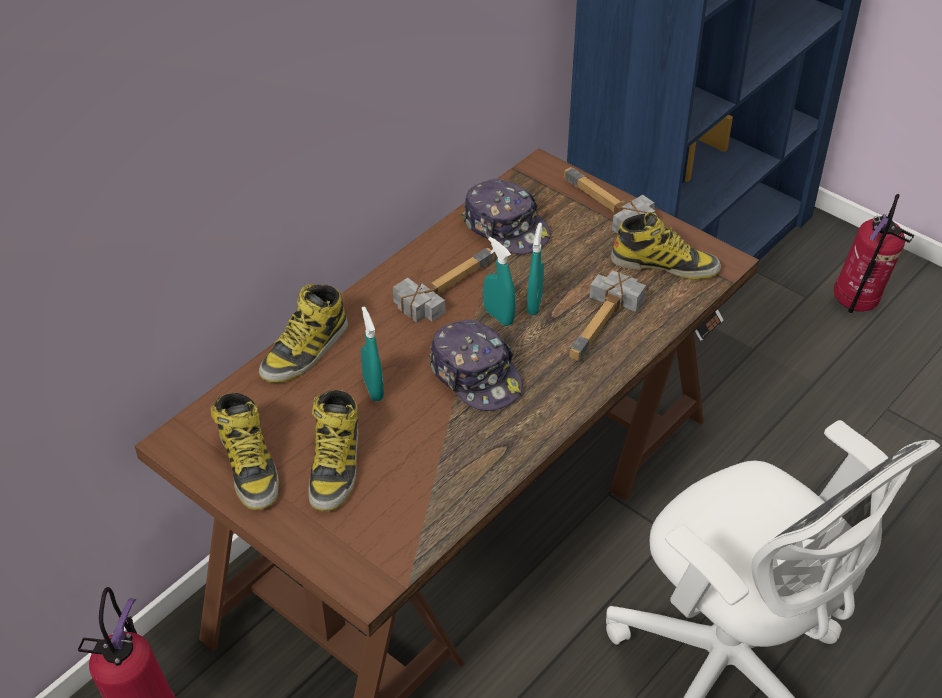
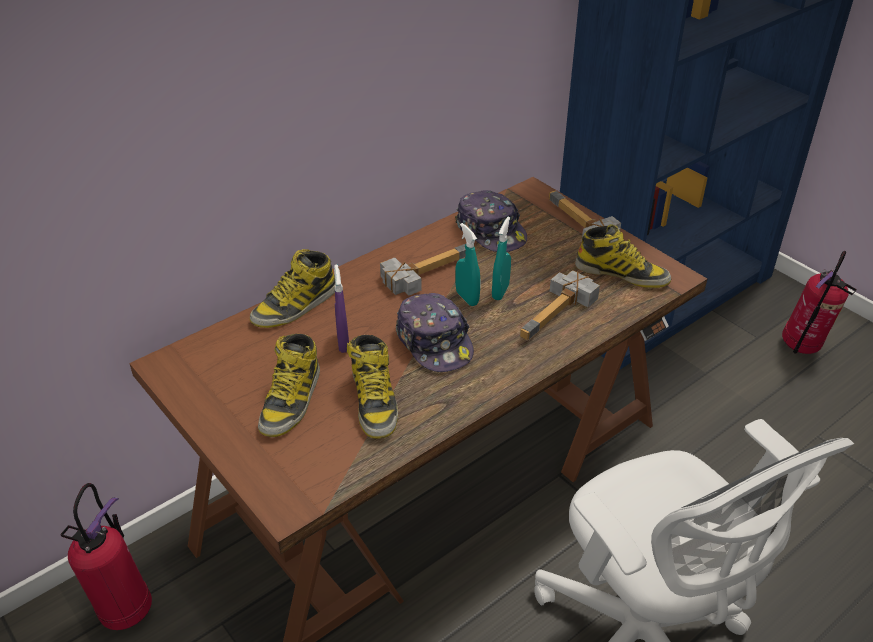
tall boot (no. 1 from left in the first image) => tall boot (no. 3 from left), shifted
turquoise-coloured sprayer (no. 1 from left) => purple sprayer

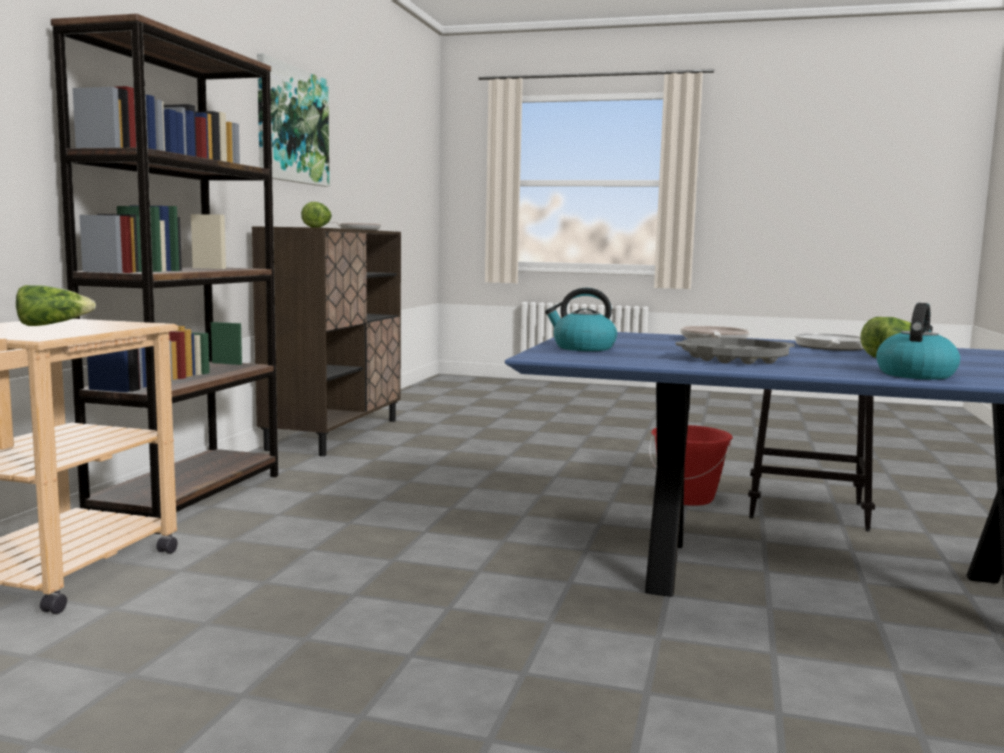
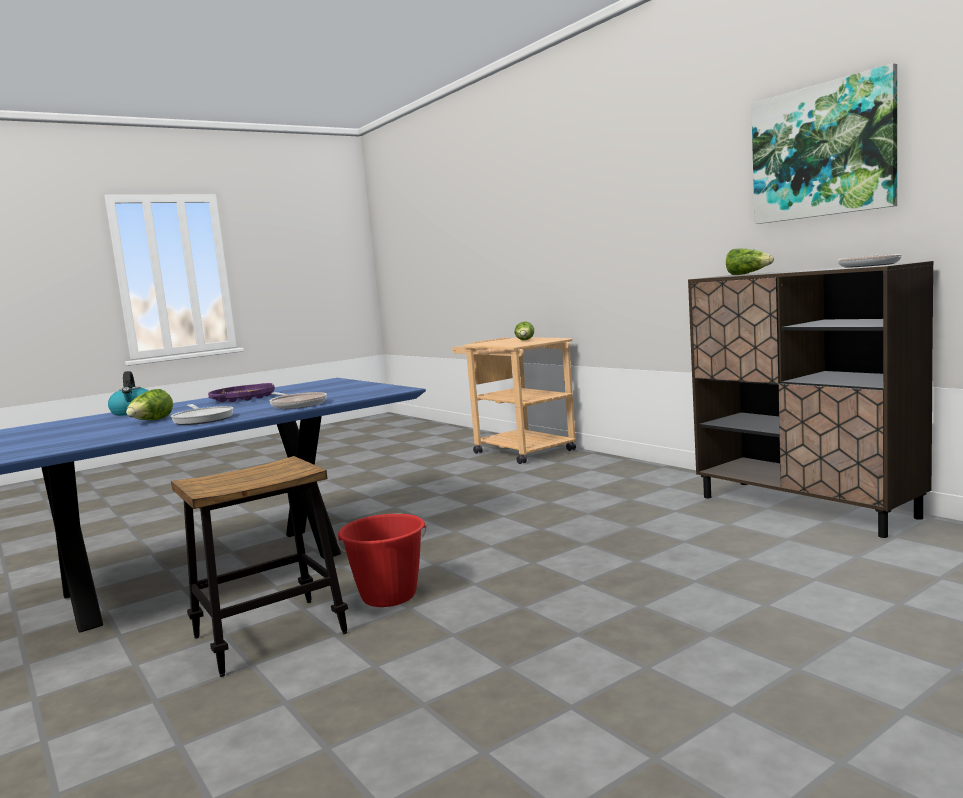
brown bookcase => nothing
water kettle (no. 1 from left) => nothing
grey carrying tray => purple carrying tray

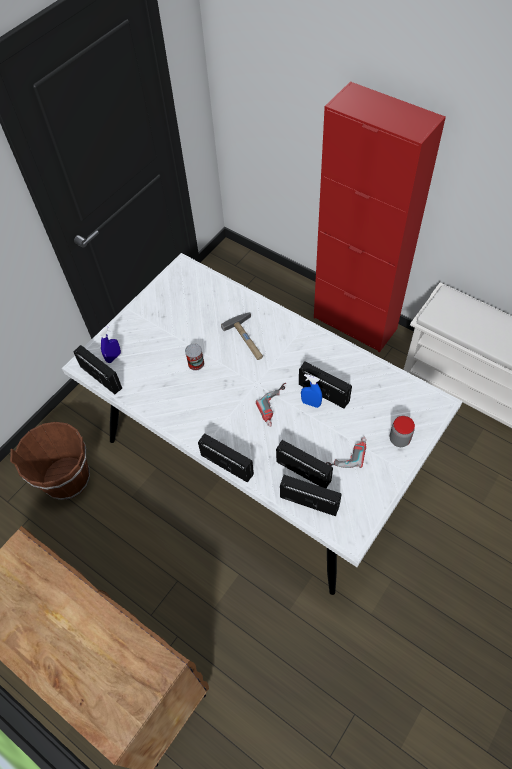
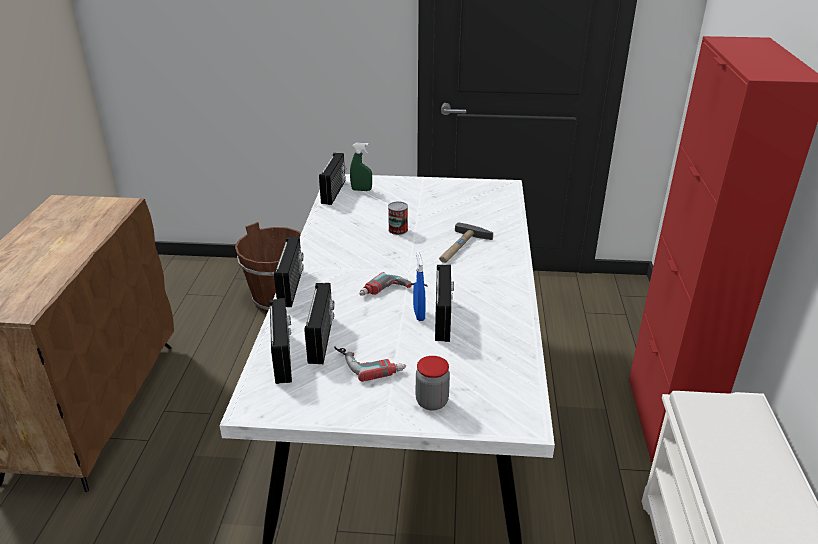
blue sprayer (no. 1 from left) => greenish sprayer

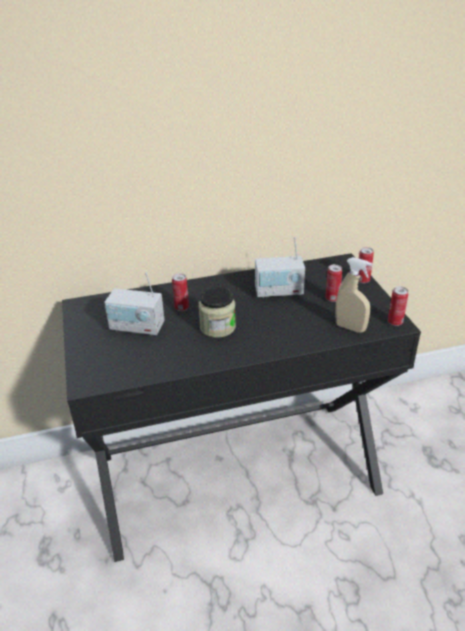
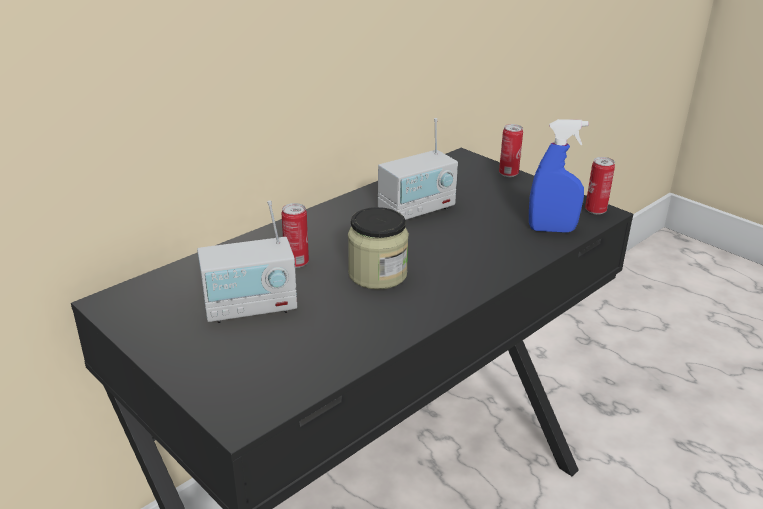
metal can (no. 2 from left) => nothing
beige-coloured sprayer => blue sprayer

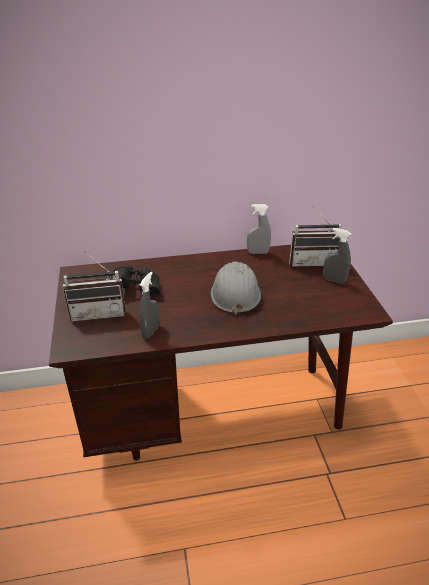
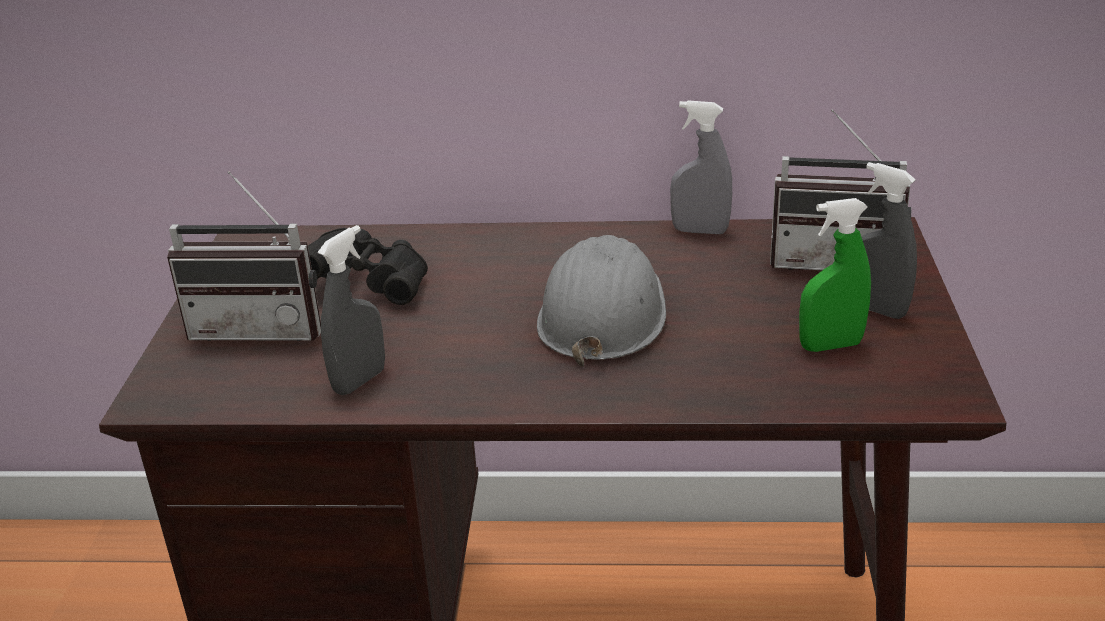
nothing => greenish sprayer

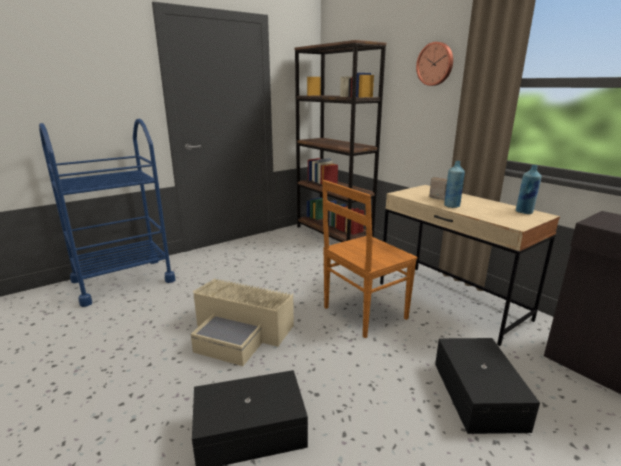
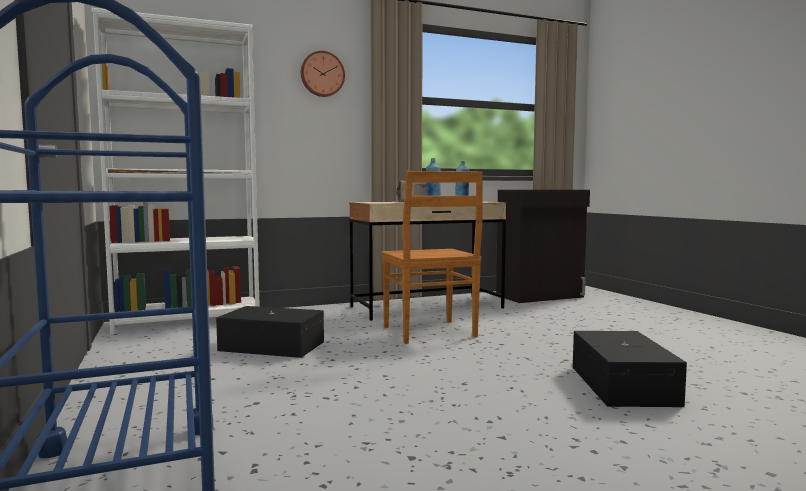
beige-coloured storage box => nothing
brown bookcase => white bookcase
black storage box (no. 2 from left in the first image) => black storage box (no. 1 from left), shifted

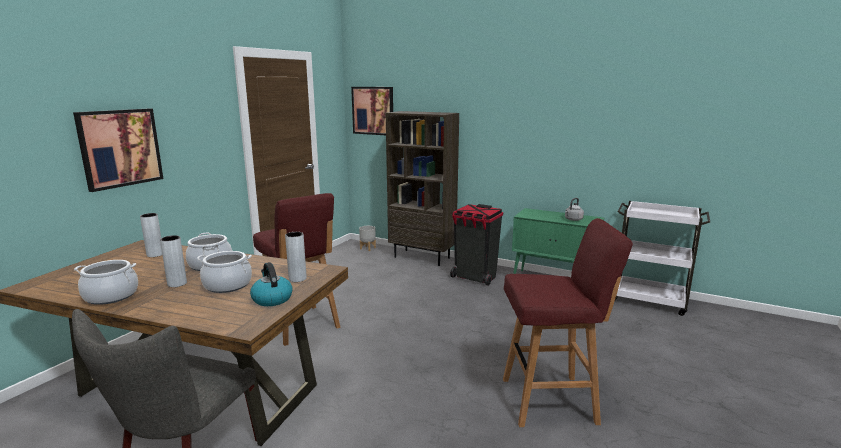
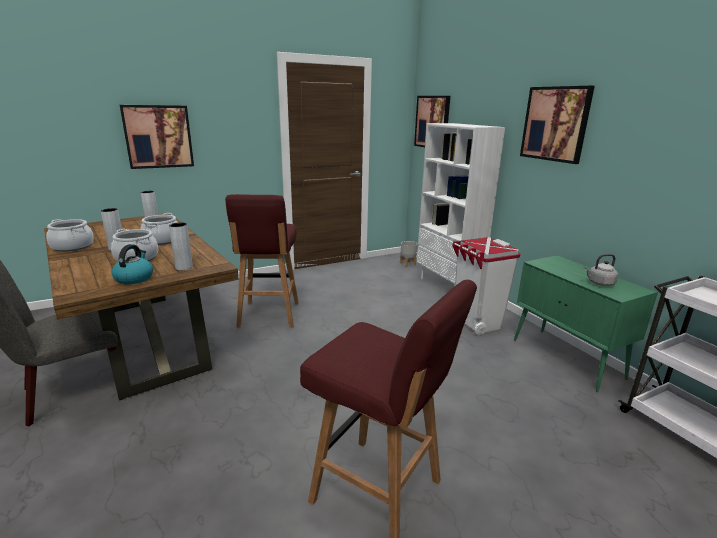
brown bookcase => white bookcase
black waste bin => white waste bin
nothing => picture (no. 3 from left)

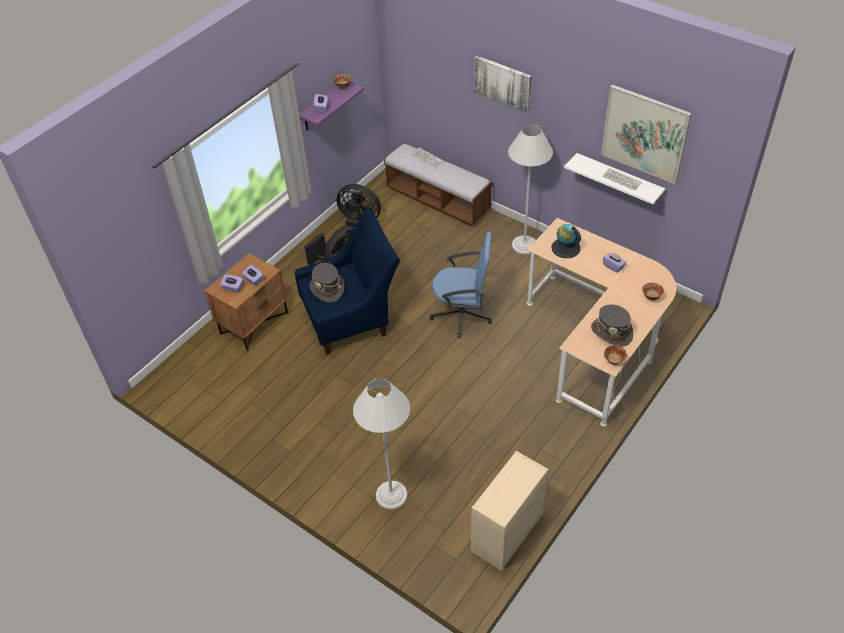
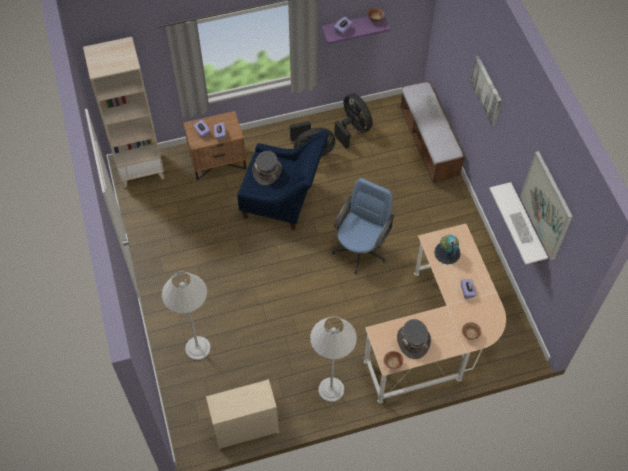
blue computer chair, 105 degrees counterclockwise
white floor lamp (no. 2 from left), shifted
nothing => beige-coloured bookcase

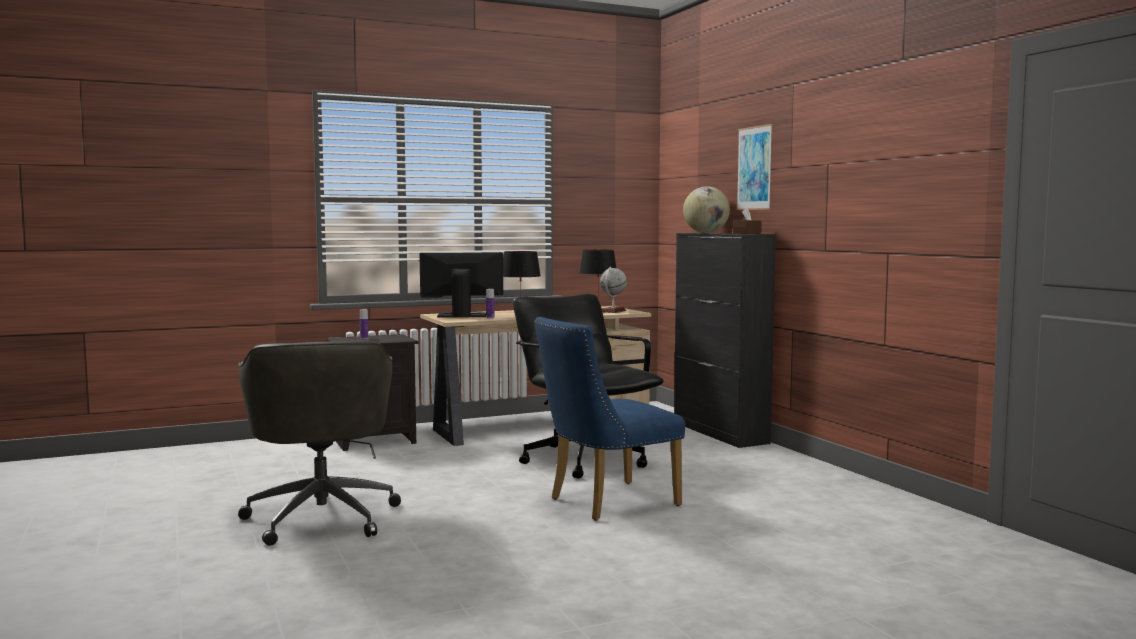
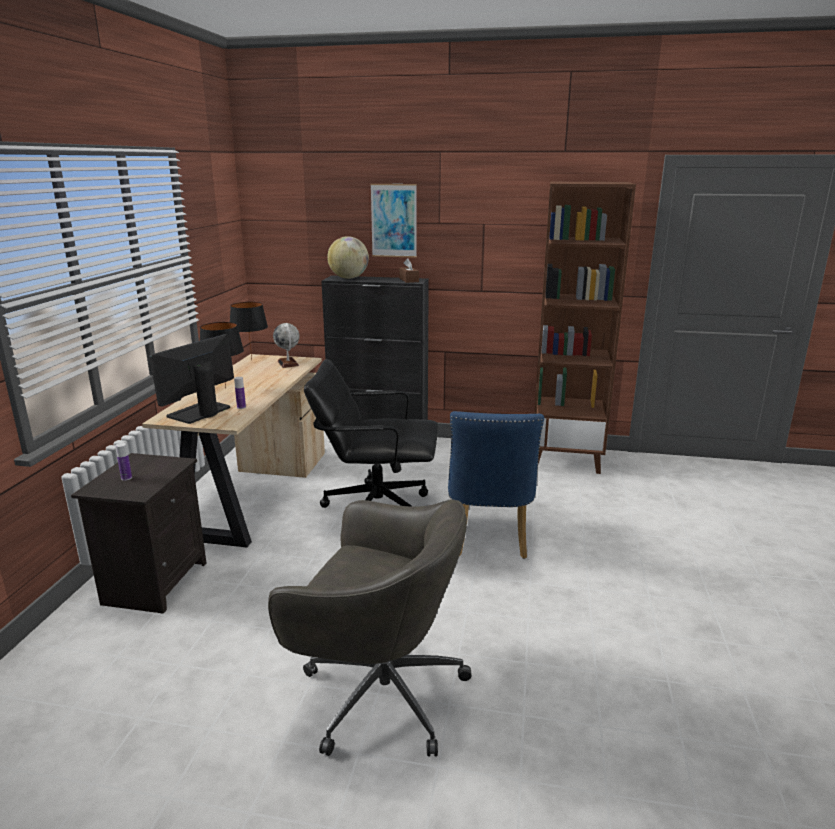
nothing => brown bookcase

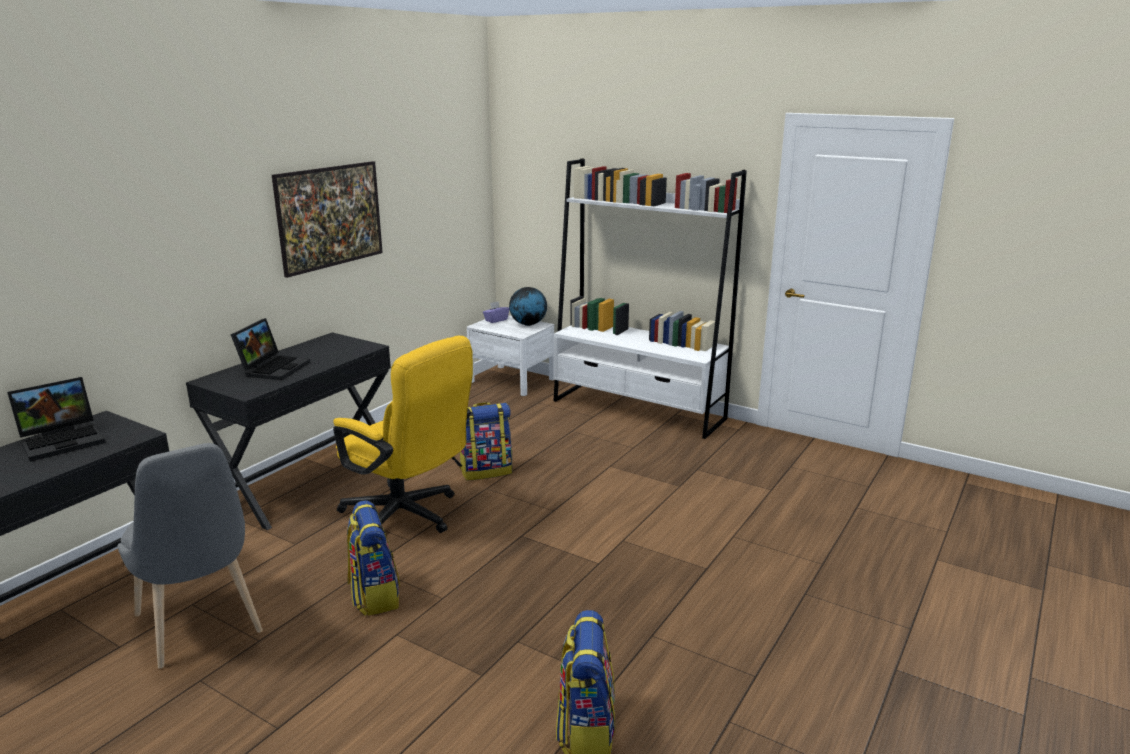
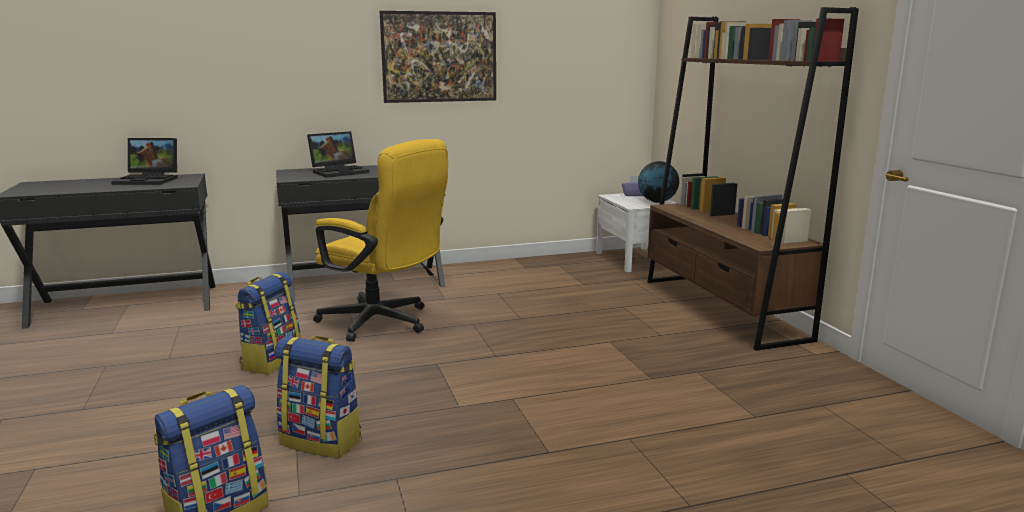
grey chair => nothing
yellowish computer chair, 45 degrees counterclockwise
knapsack (no. 2 from left in the first image) => knapsack (no. 3 from left), shifted
white bookcase => brown bookcase

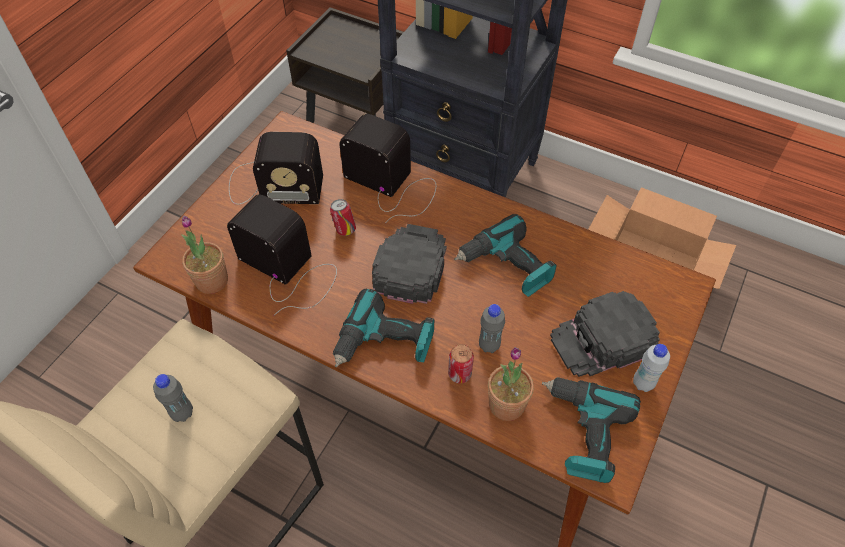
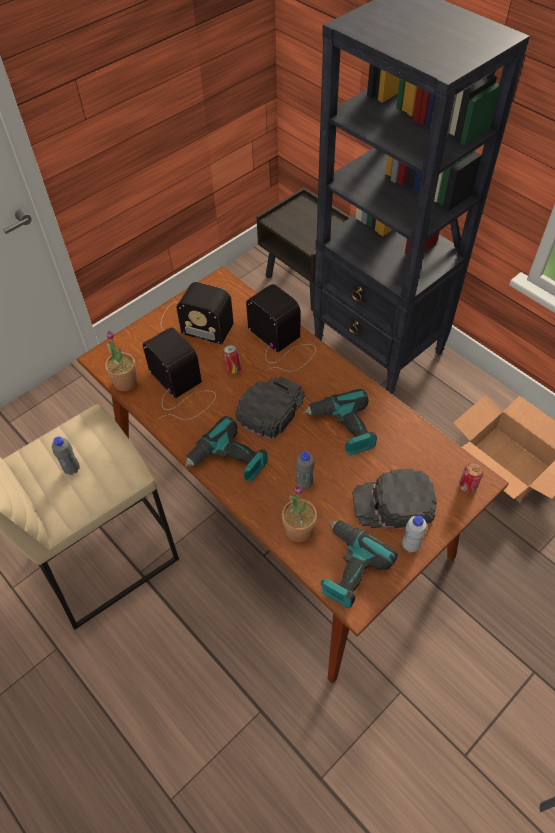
metal can (no. 2 from left), shifted

